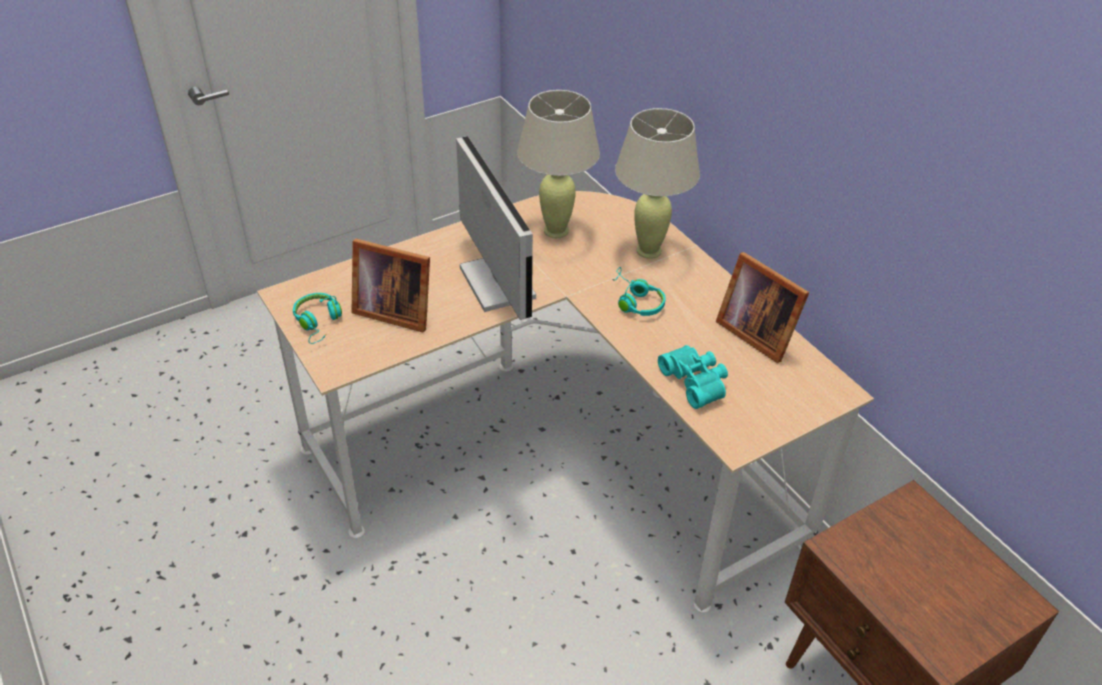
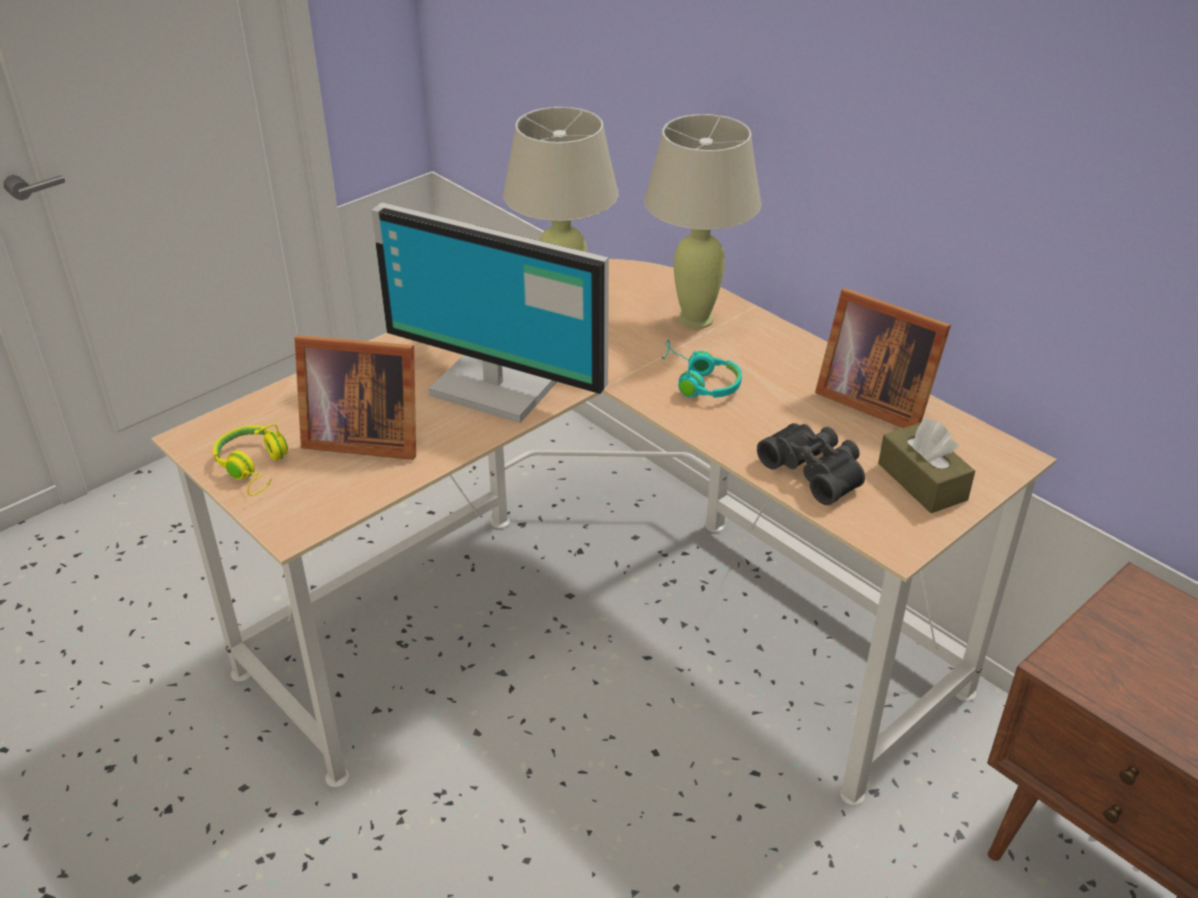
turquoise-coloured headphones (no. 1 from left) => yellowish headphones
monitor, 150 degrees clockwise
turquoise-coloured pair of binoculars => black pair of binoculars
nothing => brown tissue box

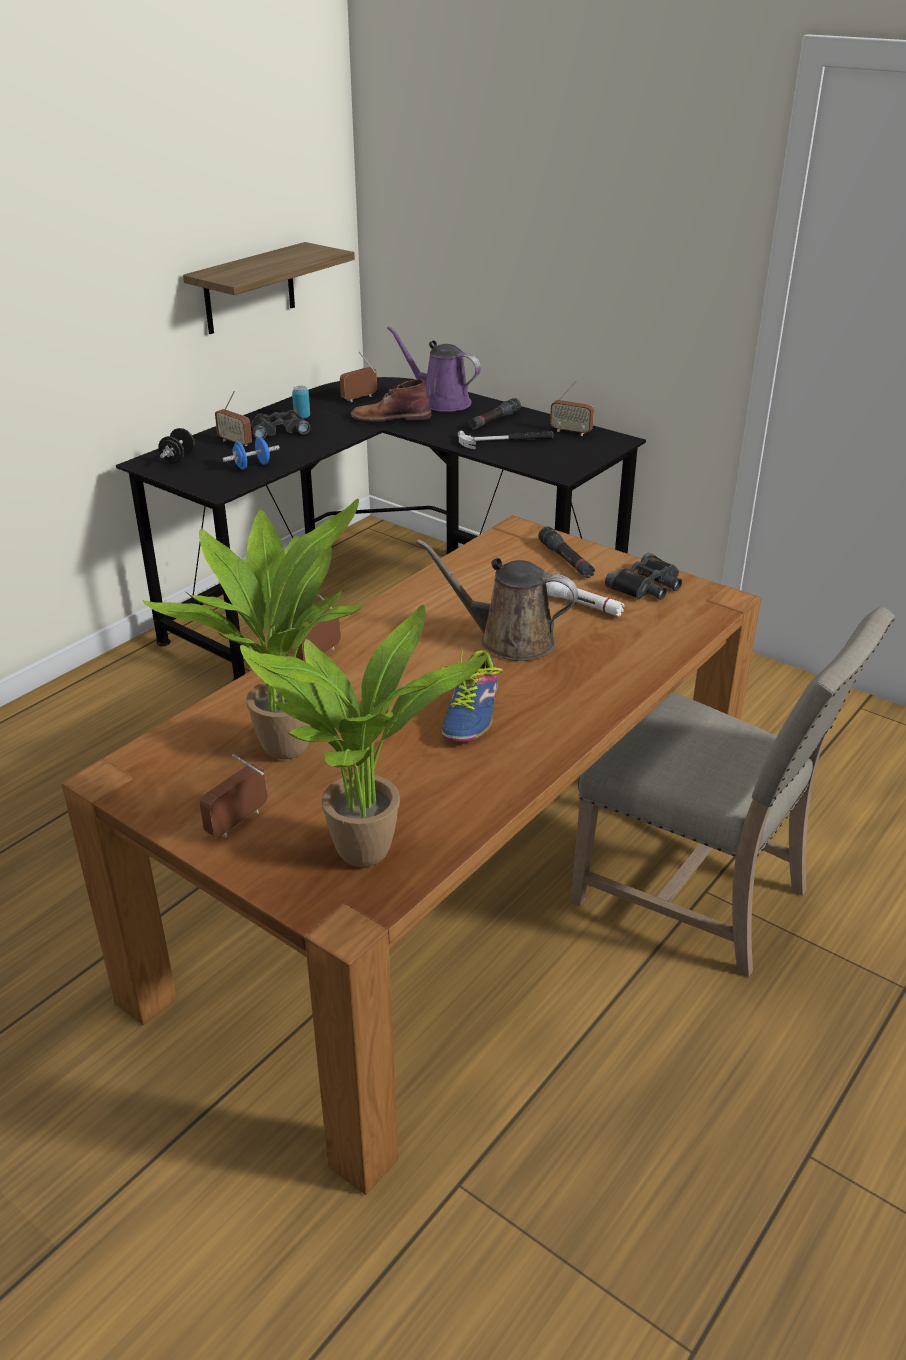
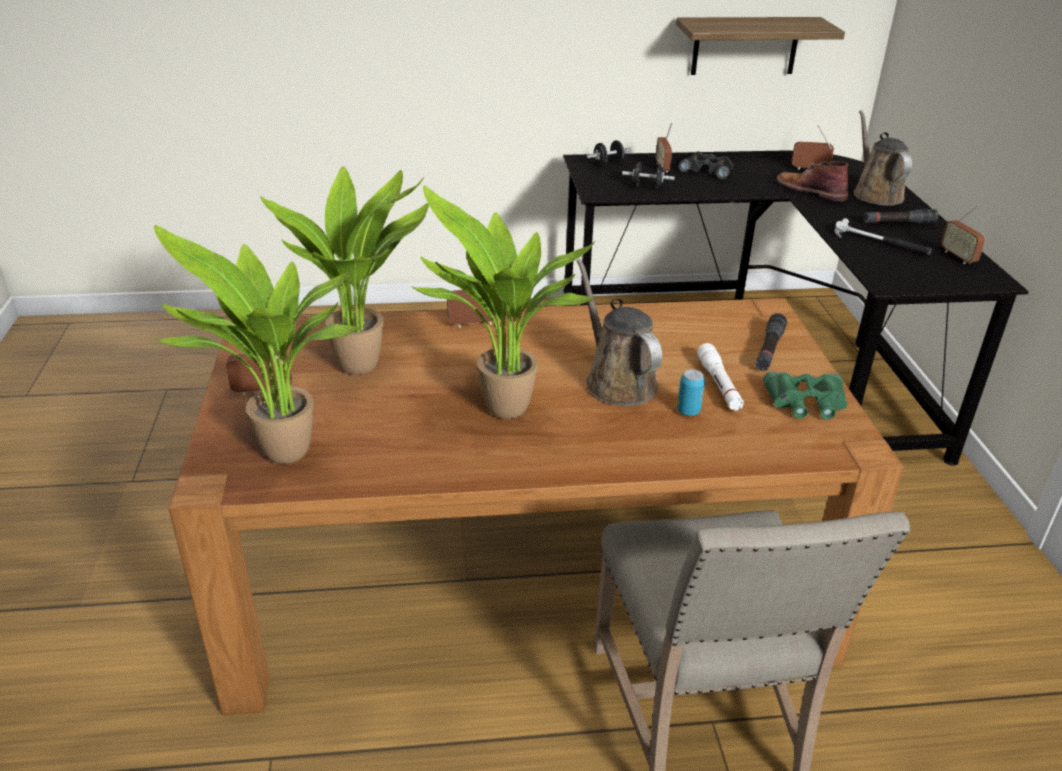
blue free weight => black free weight (no. 2 from left)
metal can, shifted
purple sprinkling can => brown sprinkling can (no. 2 from left)
item of footwear => plant in a pot (no. 3 from left)
black pair of binoculars (no. 2 from left) => greenish pair of binoculars

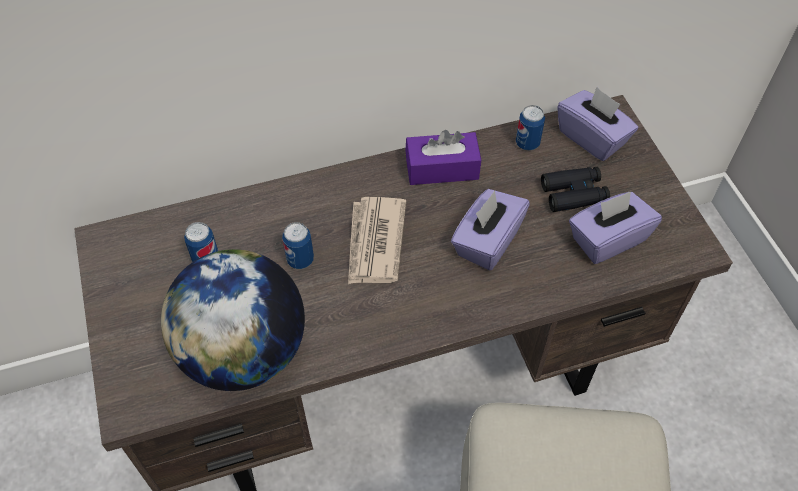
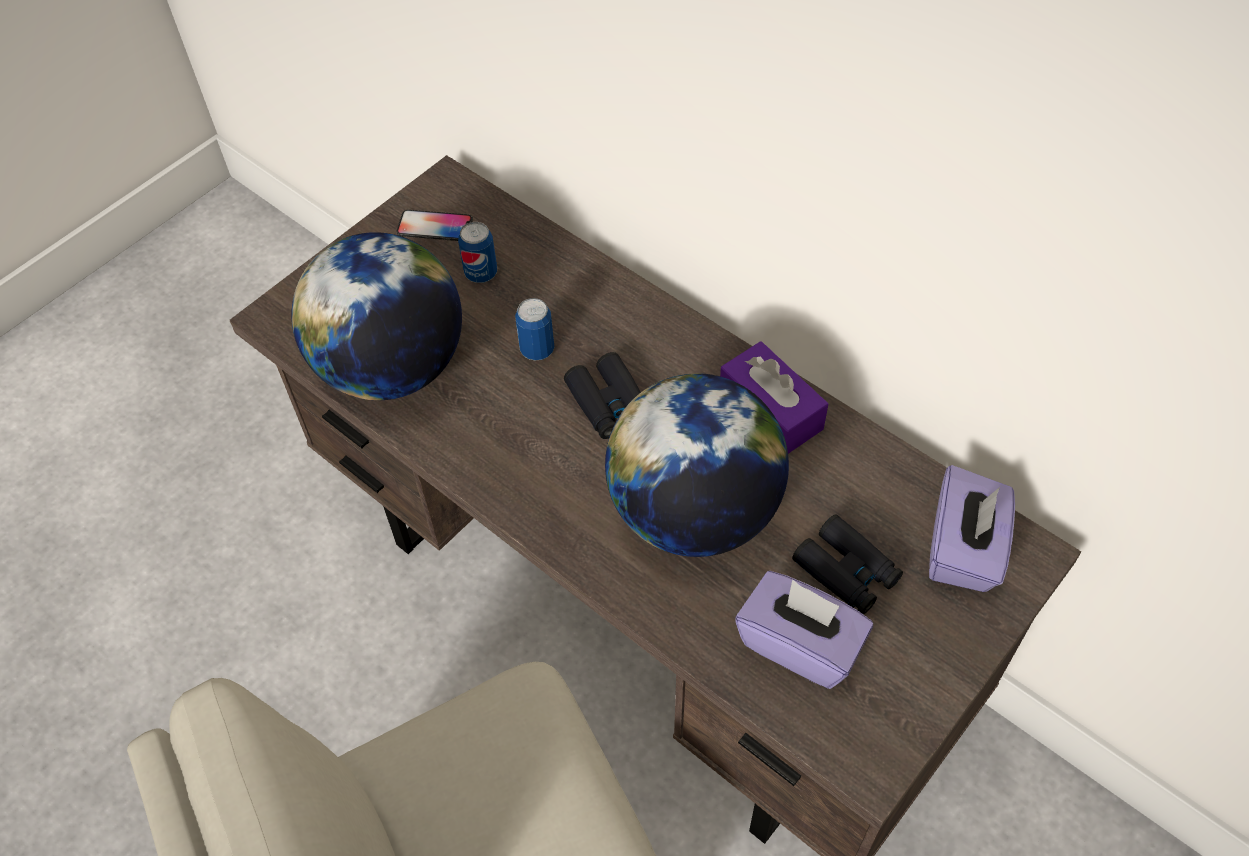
newspaper => black pair of binoculars (no. 1 from left)
purple tissue box (no. 2 from left) => desk globe (no. 2 from left)
metal can (no. 3 from left) => nothing
nothing => phone

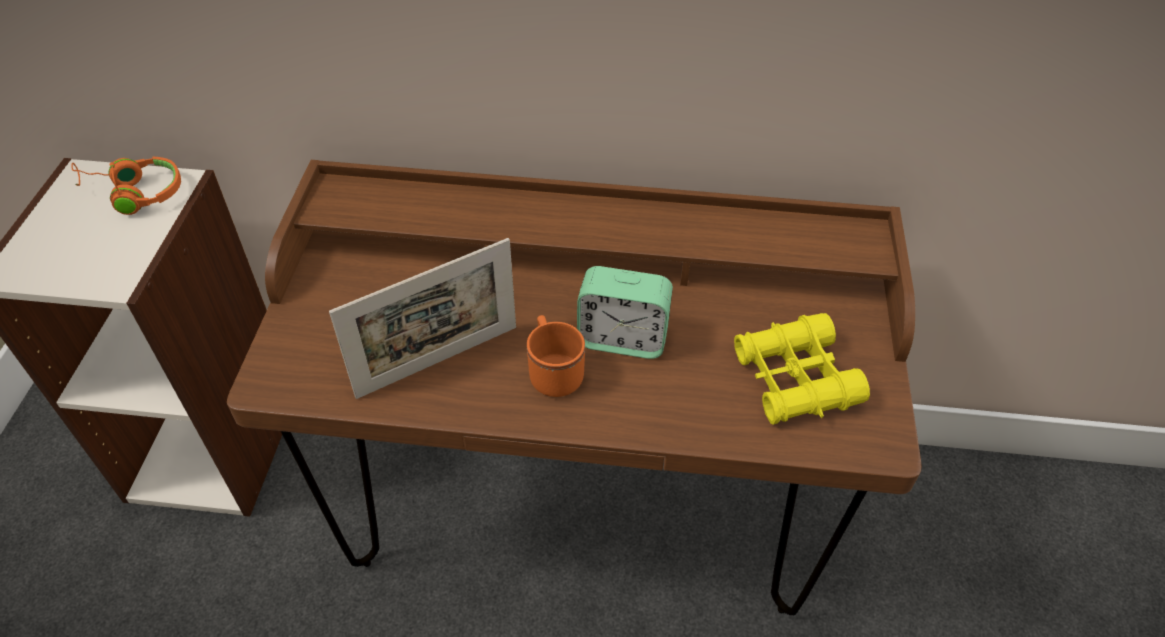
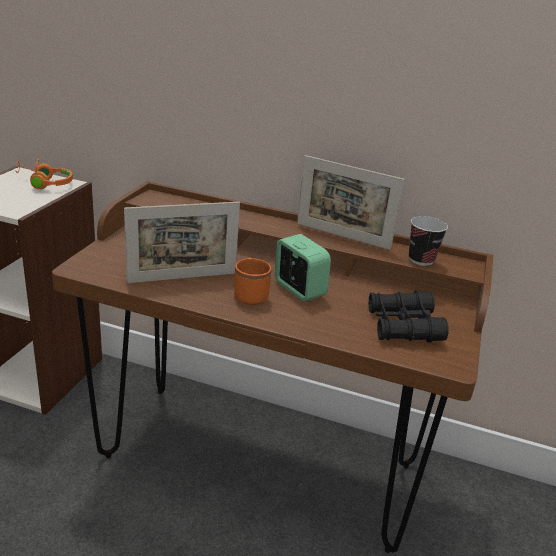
table clock, 150 degrees counterclockwise
yellowish pair of binoculars => black pair of binoculars
nothing => standing frame (no. 2 from left)
nothing => cup

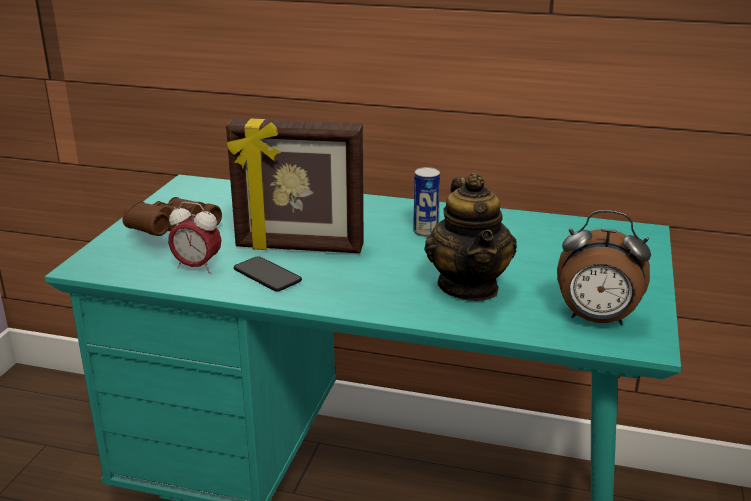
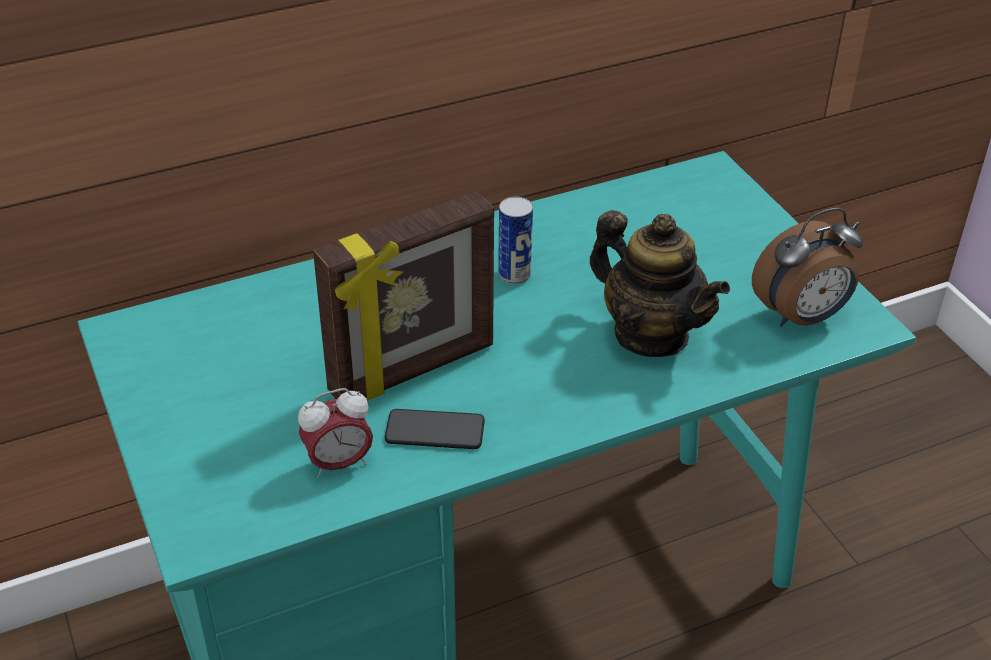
brown pair of binoculars => nothing

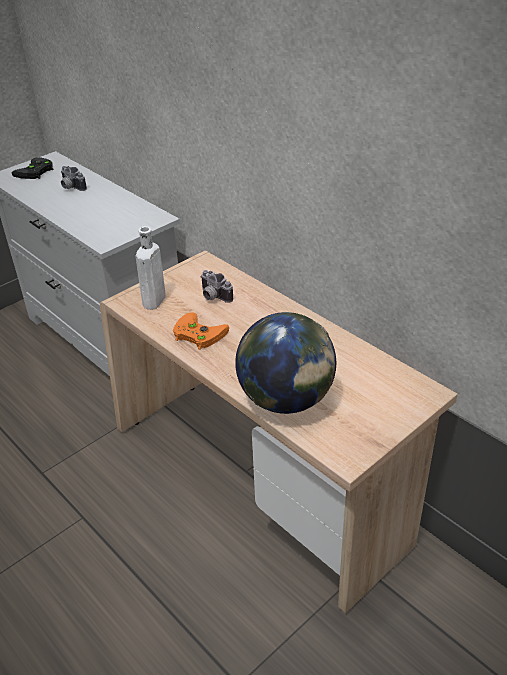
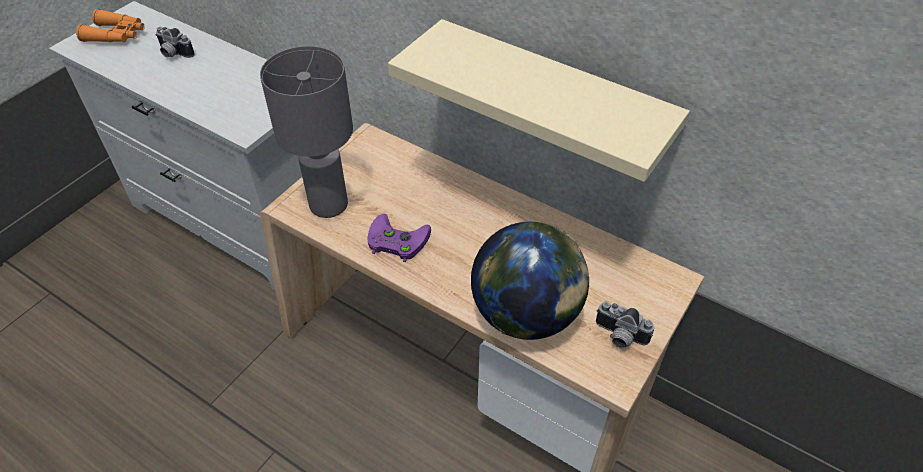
black game controller => orange pair of binoculars
white beverage bottle => grey table lamp
orange game controller => purple game controller
photo camera (no. 2 from left), shifted
nothing => beige-coloured wall shelf

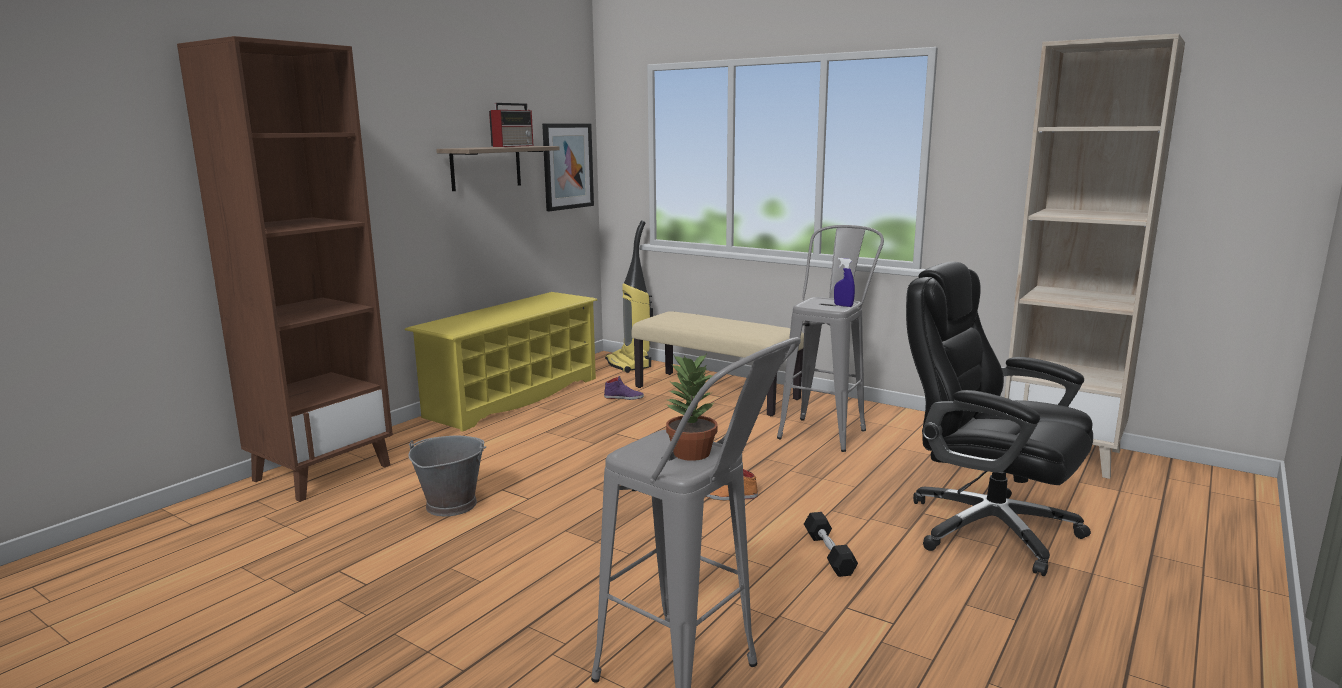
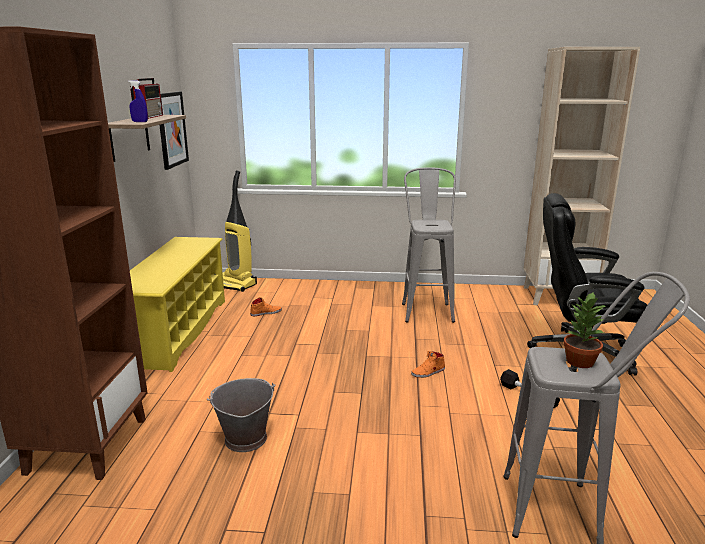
purple item of footwear => orange item of footwear (no. 1 from left)
beige-coloured long seat => nothing
blue sprayer, shifted

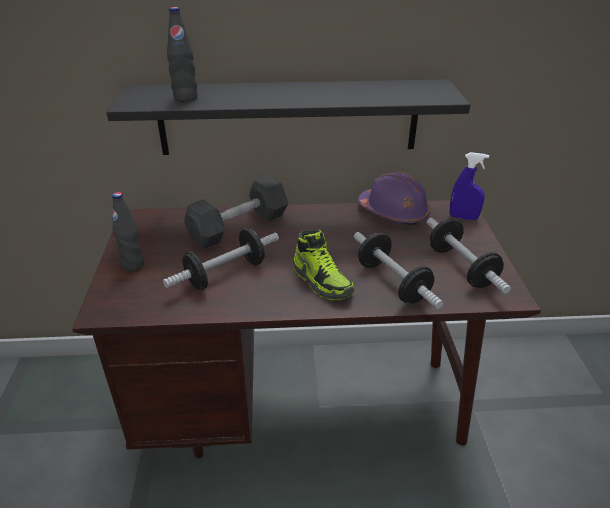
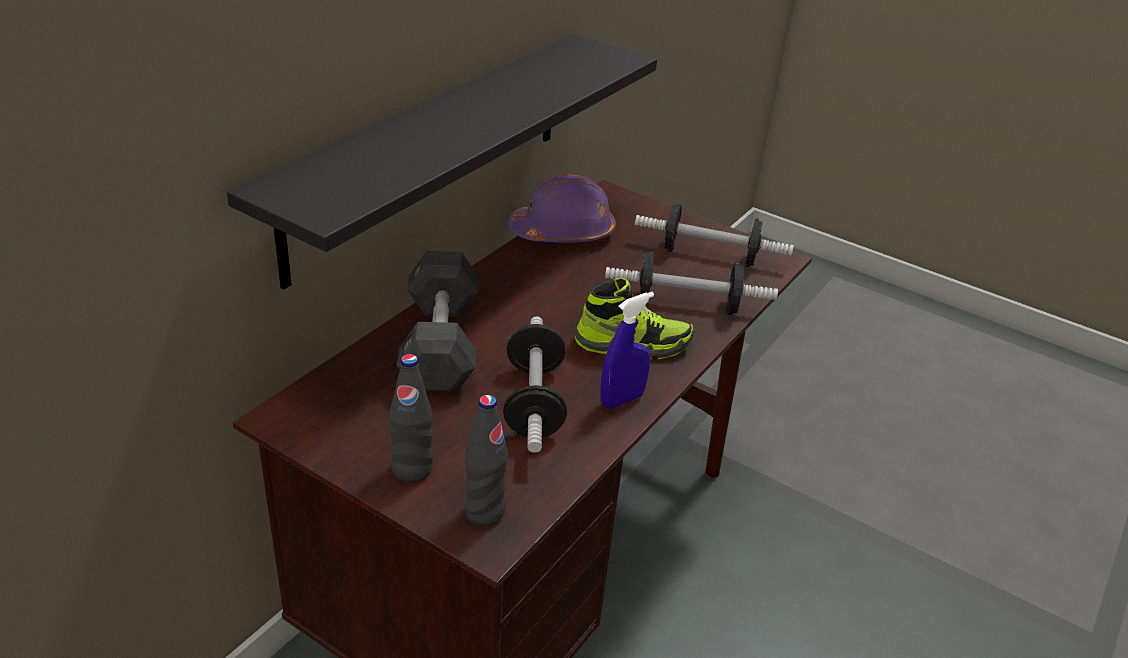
black beverage bottle (no. 2 from left), shifted
blue sprayer, shifted

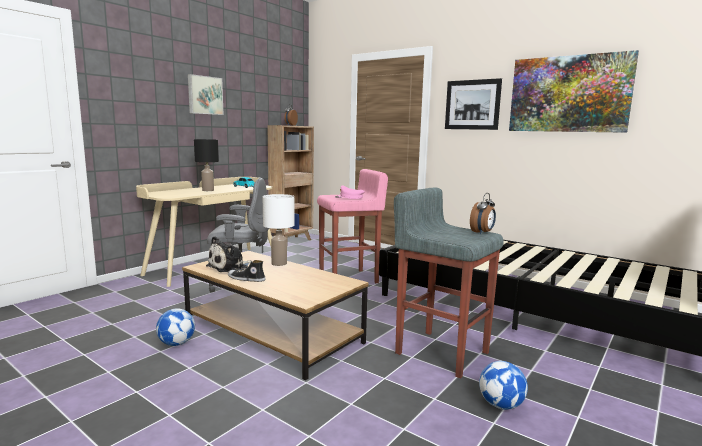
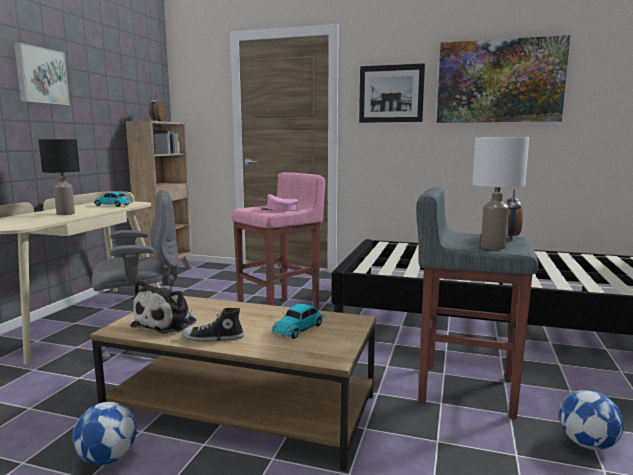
white table lamp, shifted
nothing => toy car (no. 2 from left)

